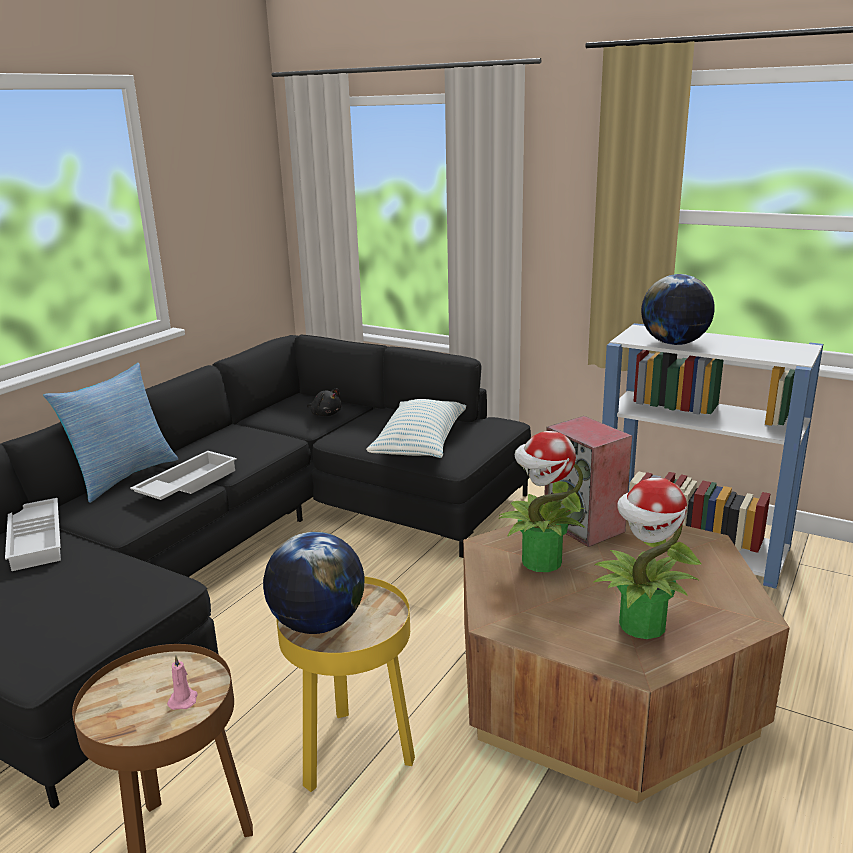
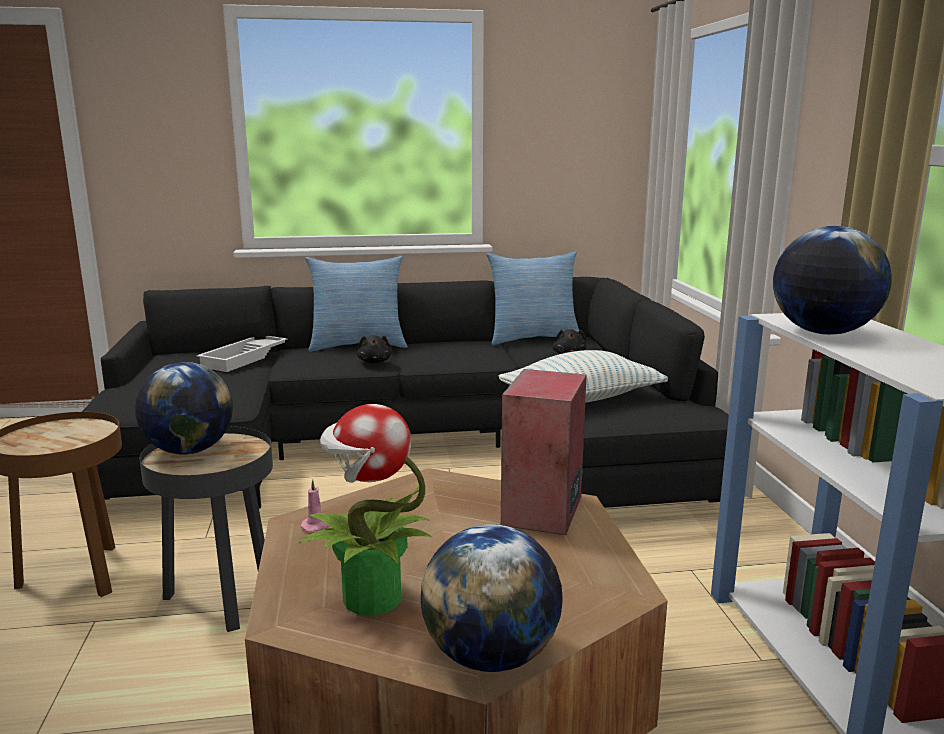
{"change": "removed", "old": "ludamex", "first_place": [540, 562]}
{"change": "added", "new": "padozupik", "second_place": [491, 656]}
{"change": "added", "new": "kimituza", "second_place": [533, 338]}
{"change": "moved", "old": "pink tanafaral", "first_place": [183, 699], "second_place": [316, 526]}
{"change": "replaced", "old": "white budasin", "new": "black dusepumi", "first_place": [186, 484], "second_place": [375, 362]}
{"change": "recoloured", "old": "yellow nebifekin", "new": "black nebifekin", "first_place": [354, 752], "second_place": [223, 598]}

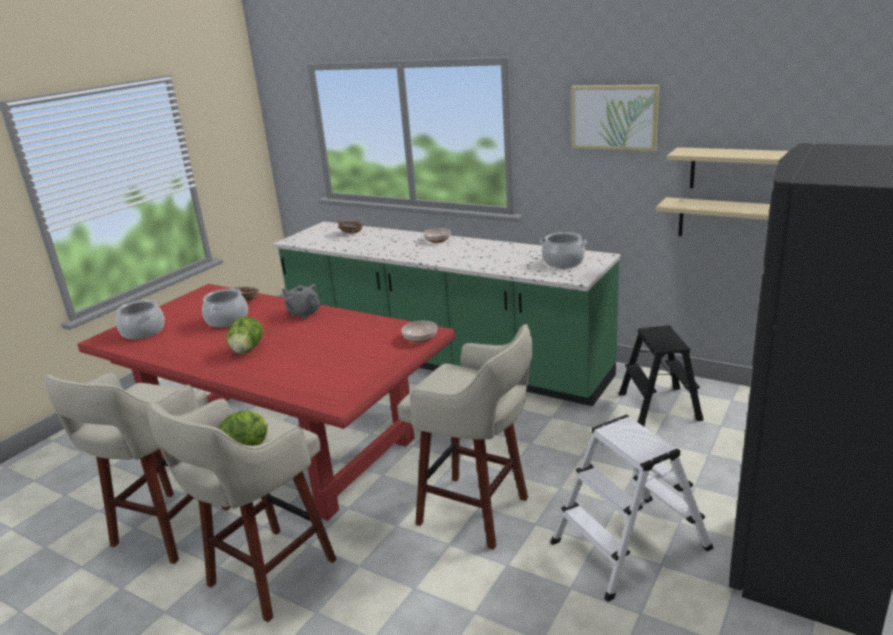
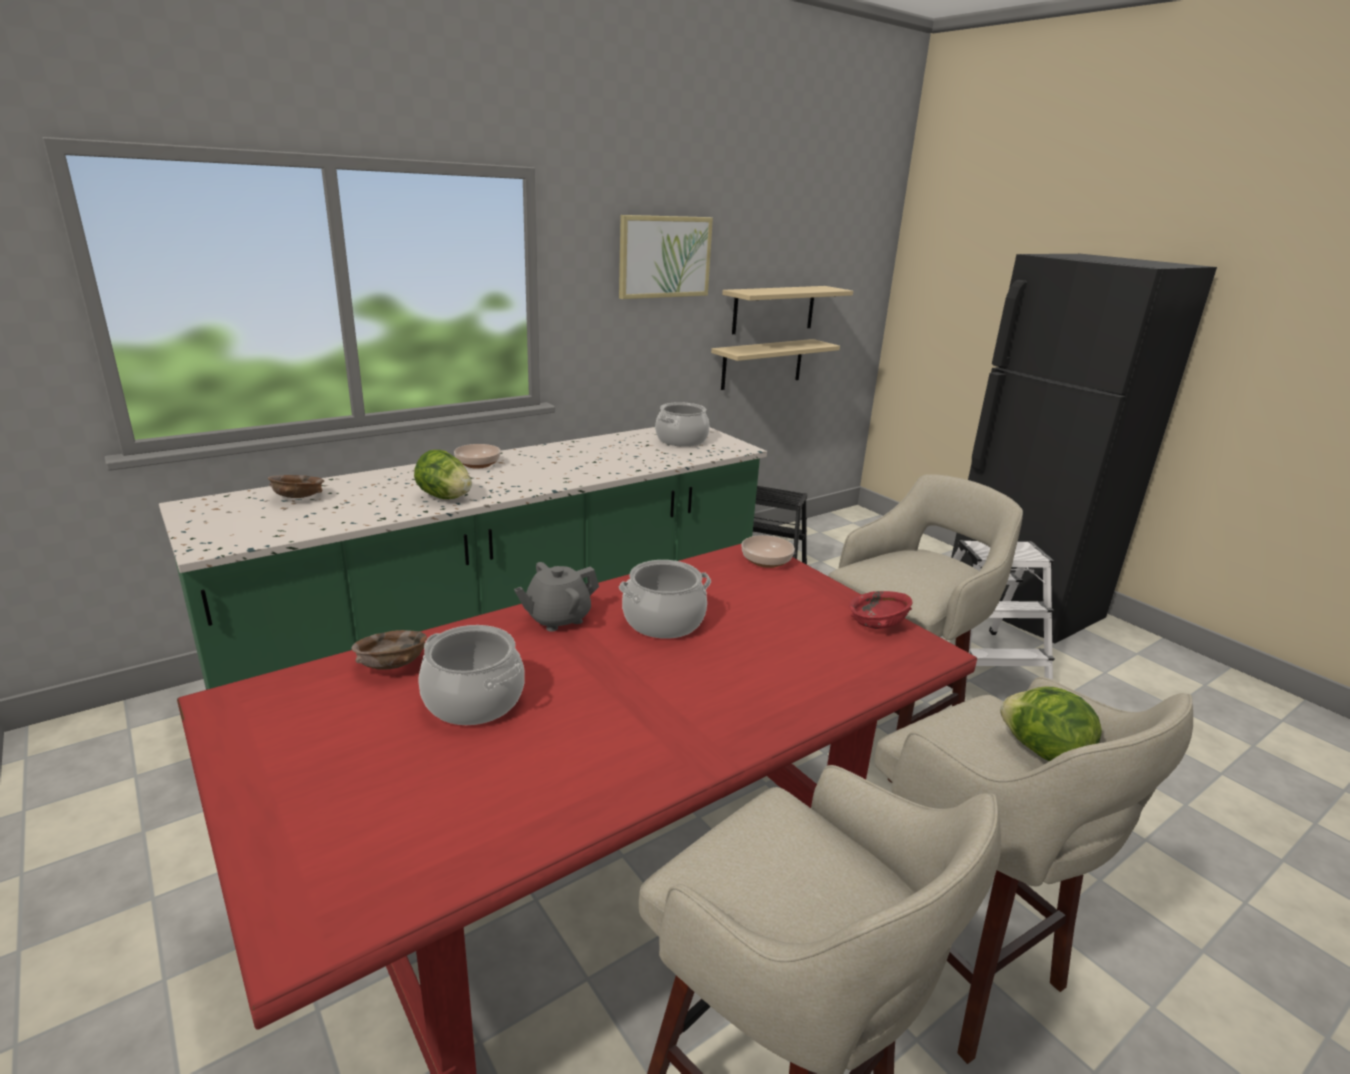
{"change": "added", "new": "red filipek", "second_place": [877, 623]}
{"change": "moved", "old": "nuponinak", "first_place": [143, 331], "second_place": [663, 621]}
{"change": "moved", "old": "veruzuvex", "first_place": [247, 350], "second_place": [444, 497]}

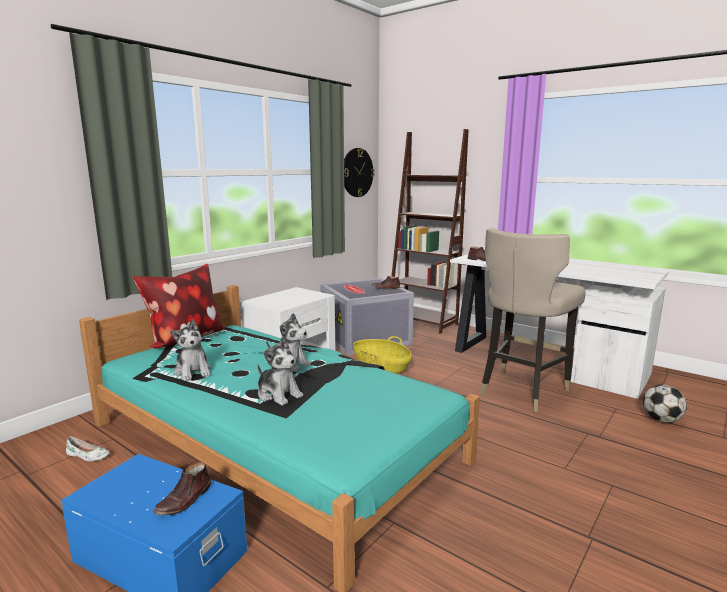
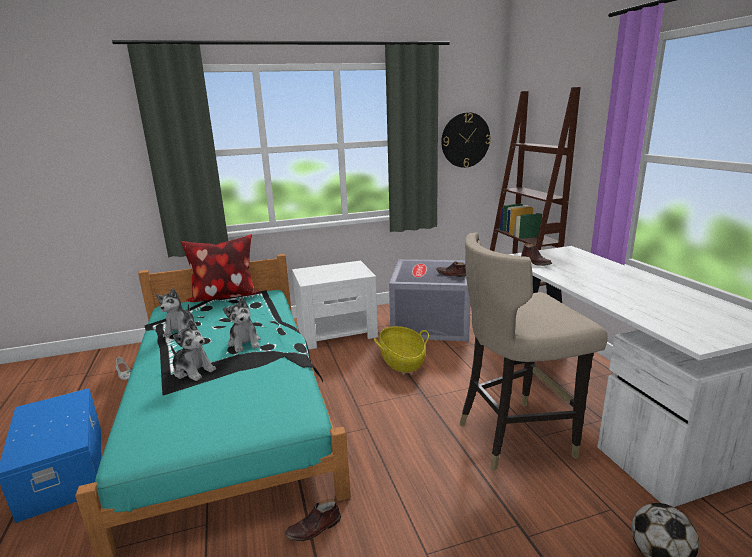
{"change": "moved", "old": "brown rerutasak", "first_place": [185, 500], "second_place": [314, 528]}
{"change": "turned", "old": "dusepumi", "first_place": [279, 394], "second_place": [193, 370], "degrees": -45}

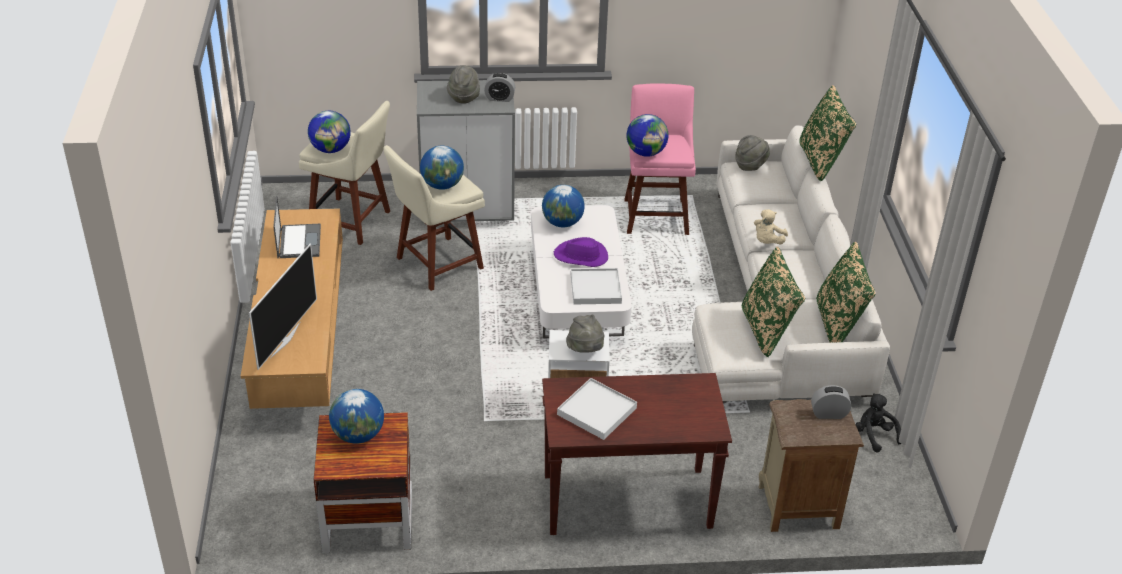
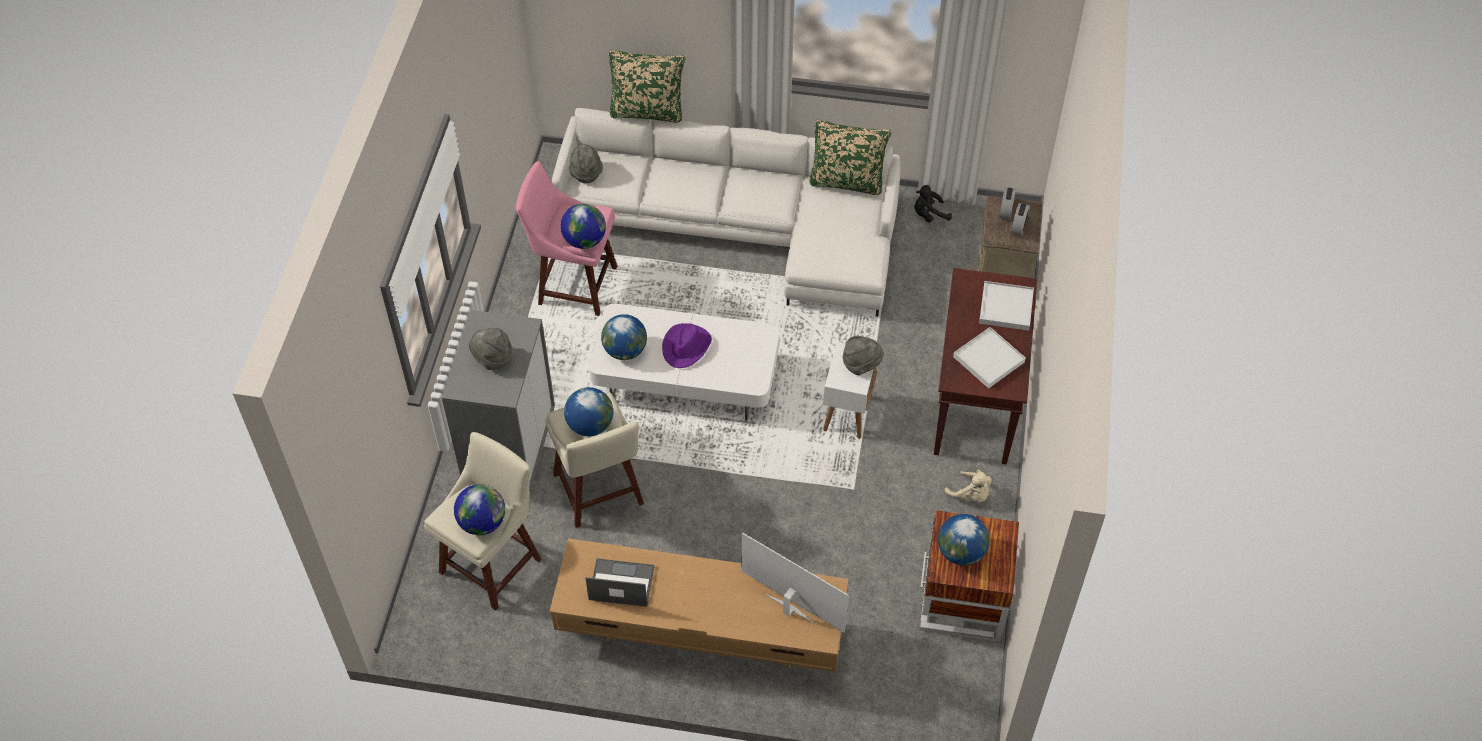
{"change": "removed", "old": "green kimituza", "first_place": [766, 333]}
{"change": "moved", "old": "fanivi", "first_place": [499, 98], "second_place": [1018, 227]}
{"change": "moved", "old": "white budasin", "first_place": [595, 289], "second_place": [1006, 308]}
{"change": "moved", "old": "beige dusepumi", "first_place": [767, 242], "second_place": [970, 495]}

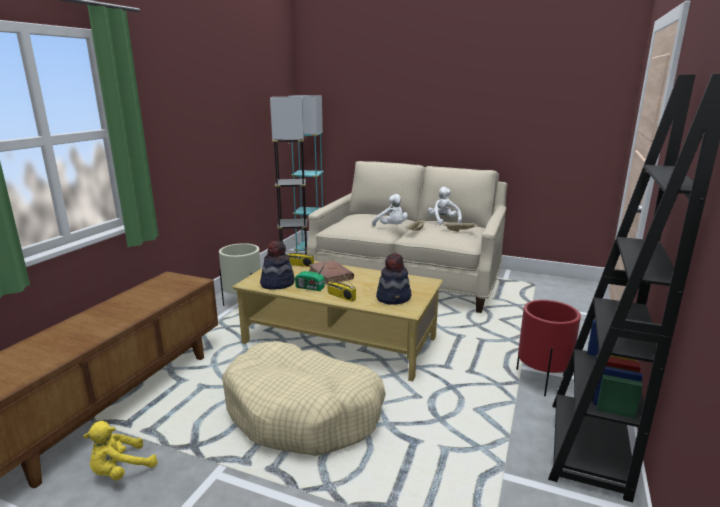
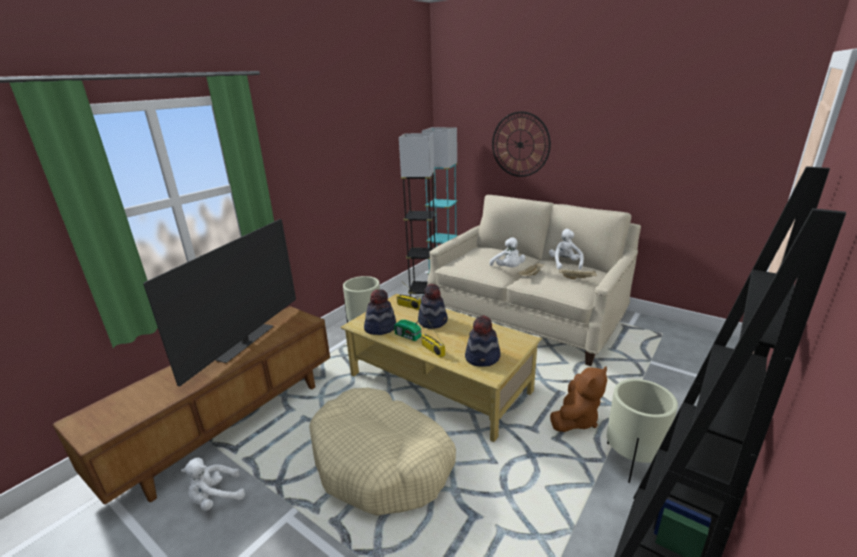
{"change": "added", "new": "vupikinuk", "second_place": [246, 343]}
{"change": "added", "new": "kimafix", "second_place": [520, 144]}
{"change": "added", "new": "brown dusepumi", "second_place": [575, 419]}
{"change": "replaced", "old": "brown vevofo", "new": "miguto", "first_place": [331, 275], "second_place": [433, 321]}
{"change": "recoloured", "old": "yellow dusepumi", "new": "white dusepumi", "first_place": [121, 471], "second_place": [216, 498]}
{"change": "recoloured", "old": "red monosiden", "new": "beige monosiden", "first_place": [541, 380], "second_place": [631, 461]}

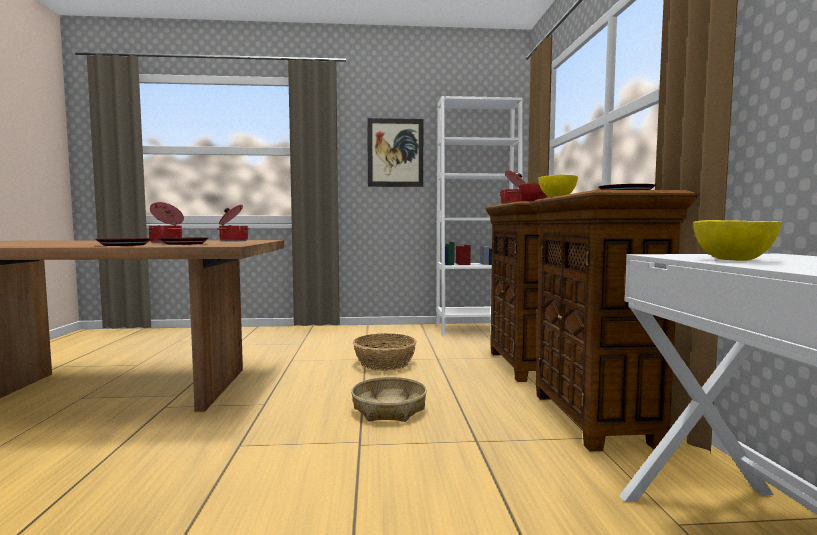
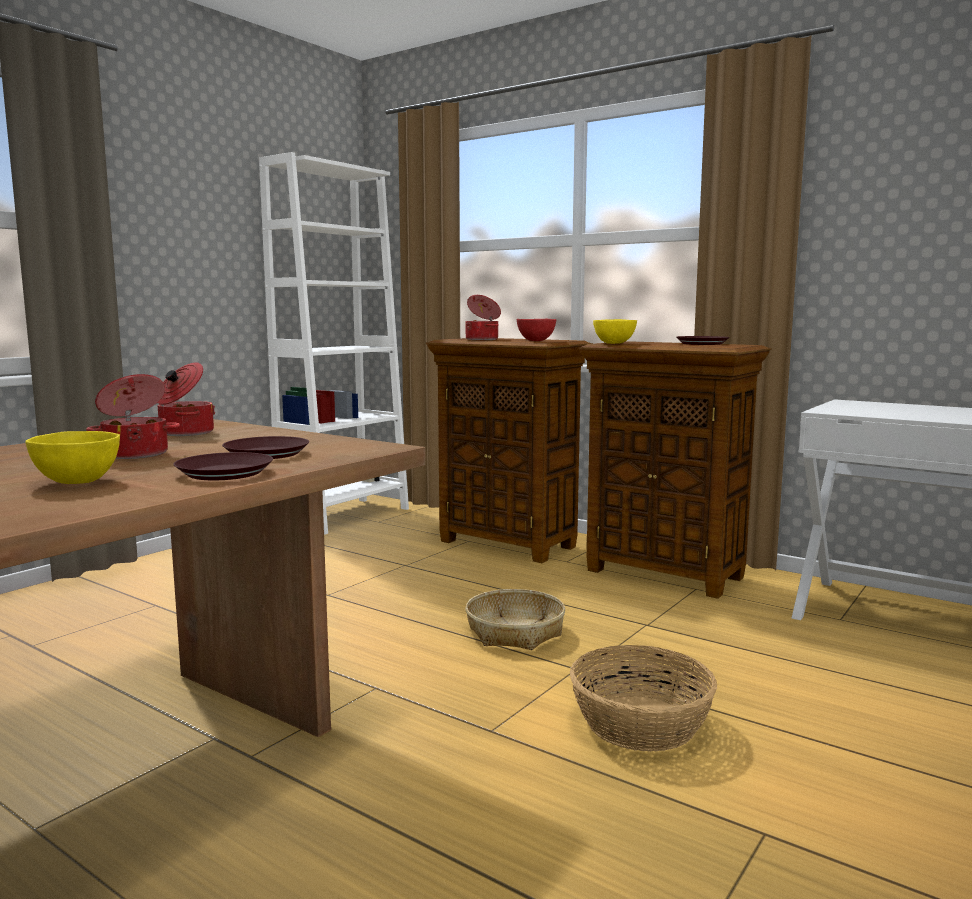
{"change": "removed", "old": "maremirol", "first_place": [395, 152]}
{"change": "moved", "old": "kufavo", "first_place": [384, 363], "second_place": [641, 723]}
{"change": "moved", "old": "yellow filipek", "first_place": [732, 260], "second_place": [77, 481]}

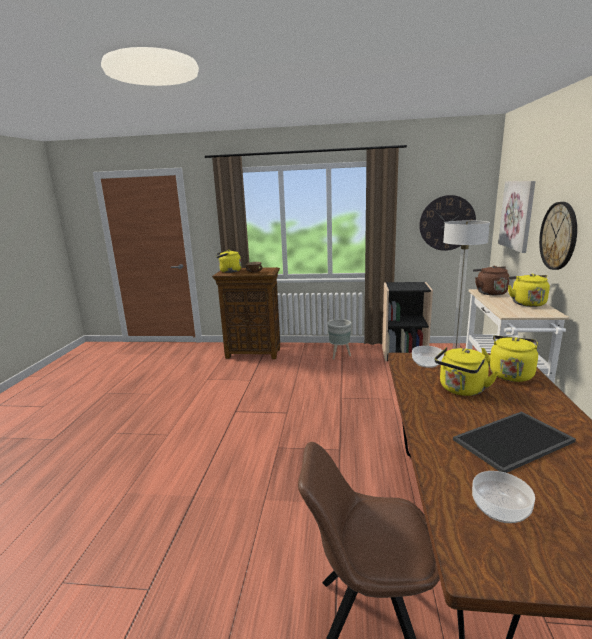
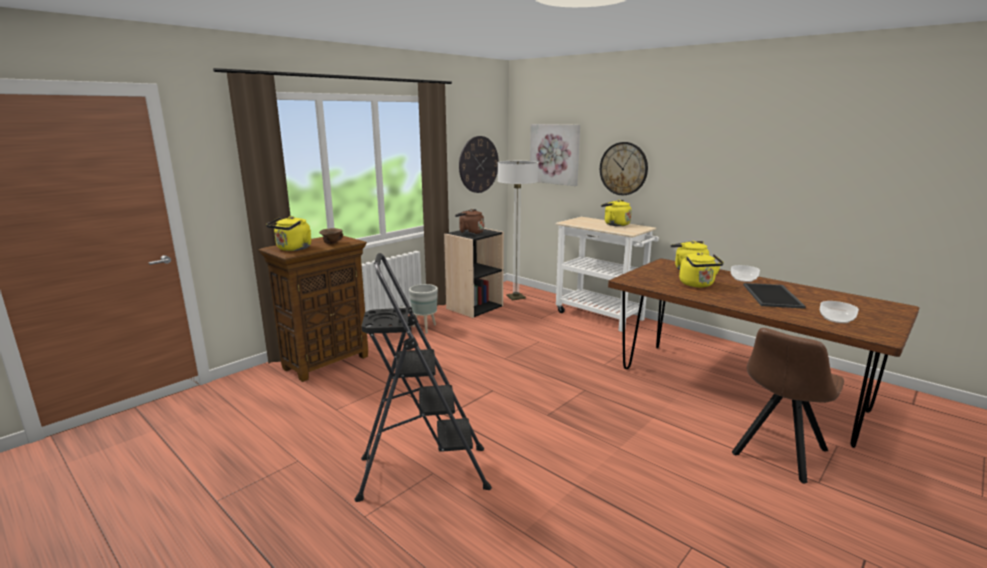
{"change": "added", "new": "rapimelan", "second_place": [421, 472]}
{"change": "moved", "old": "filipek", "first_place": [426, 363], "second_place": [743, 279]}
{"change": "moved", "old": "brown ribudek", "first_place": [489, 292], "second_place": [469, 233]}

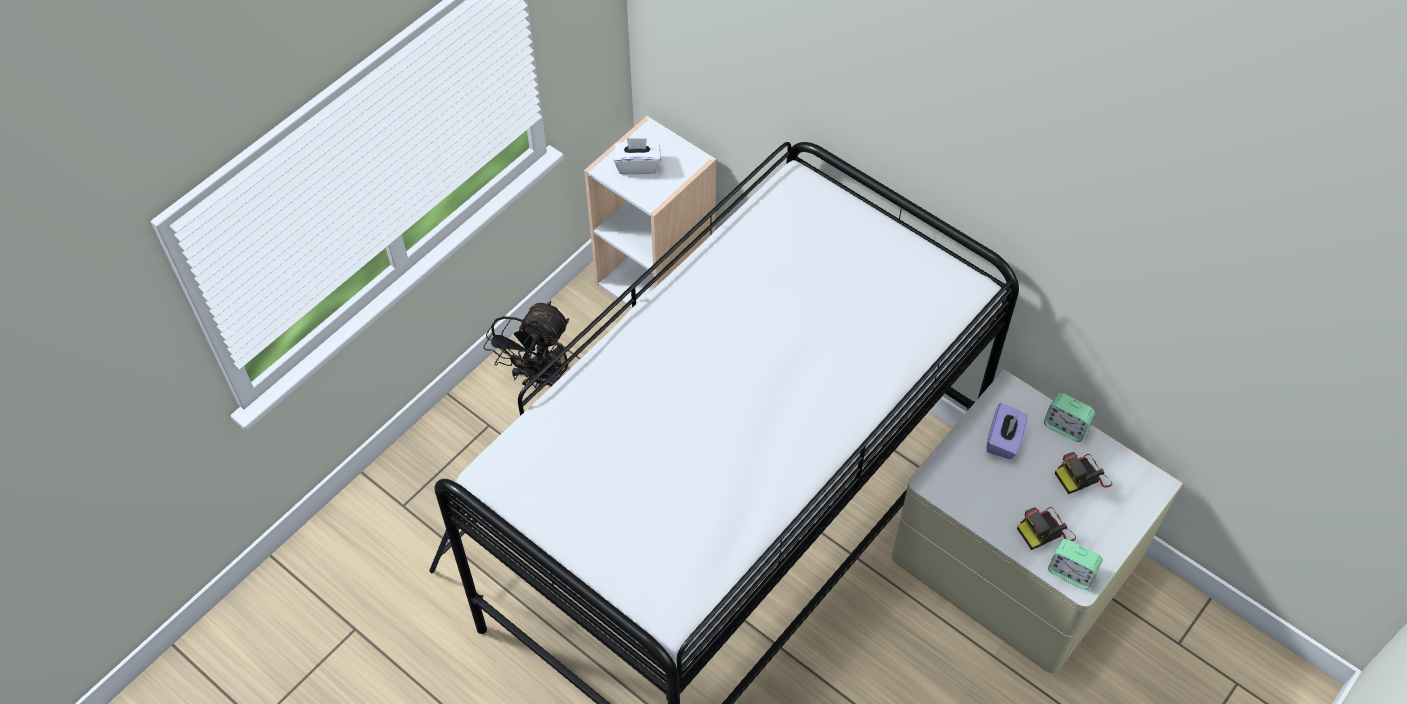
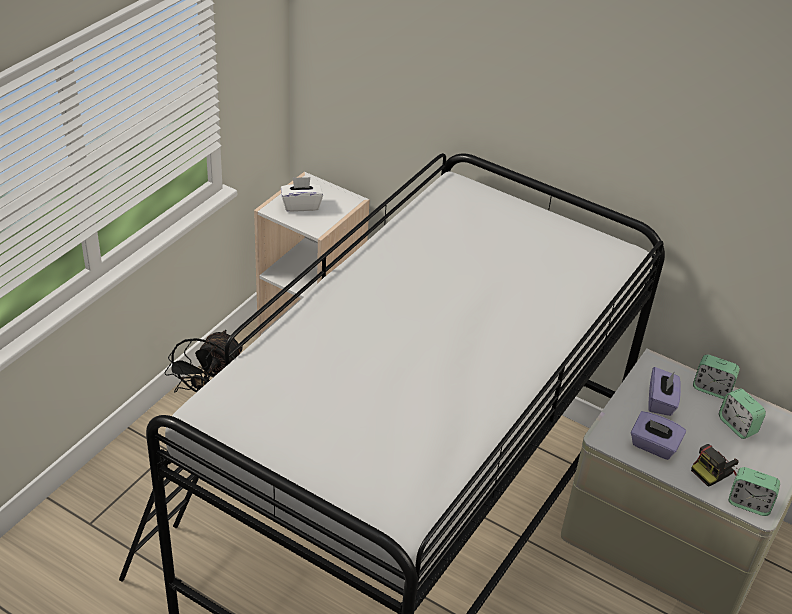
{"change": "added", "new": "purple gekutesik", "second_place": [653, 446]}
{"change": "replaced", "old": "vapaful", "new": "fanivi", "first_place": [1082, 476], "second_place": [737, 426]}

